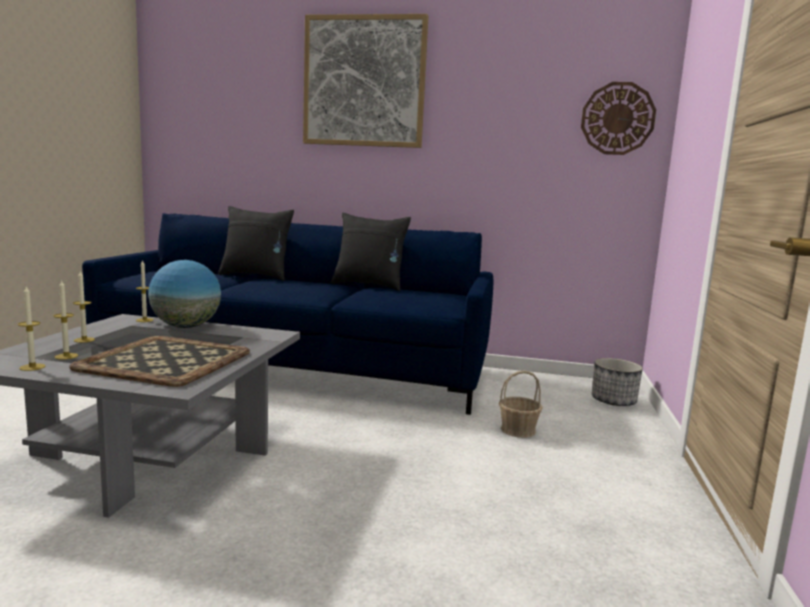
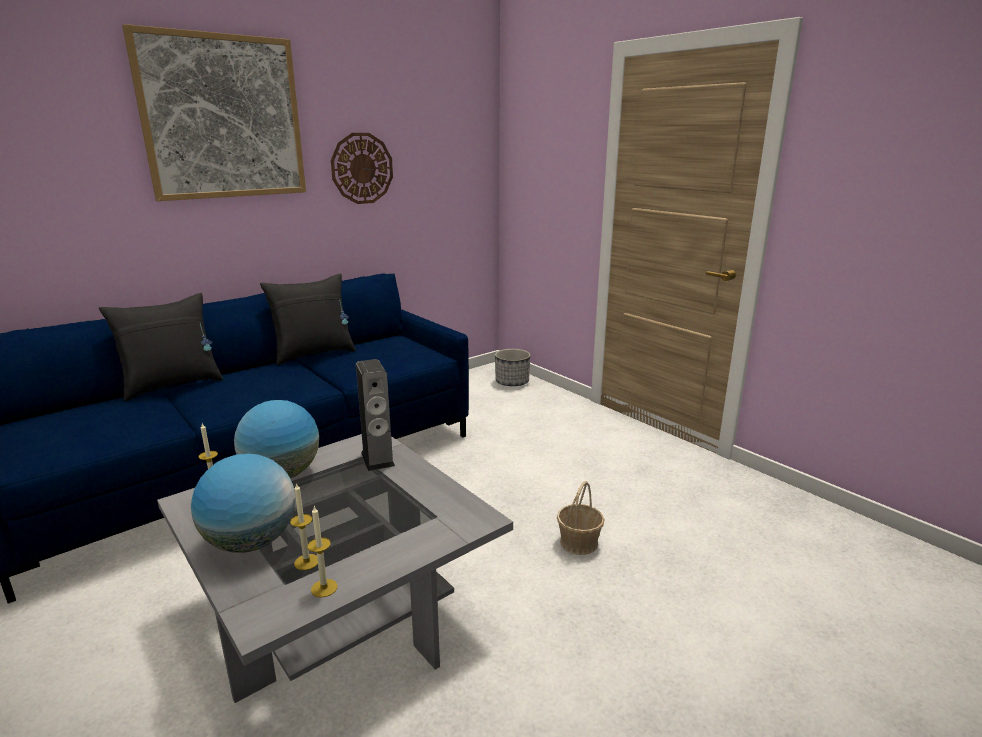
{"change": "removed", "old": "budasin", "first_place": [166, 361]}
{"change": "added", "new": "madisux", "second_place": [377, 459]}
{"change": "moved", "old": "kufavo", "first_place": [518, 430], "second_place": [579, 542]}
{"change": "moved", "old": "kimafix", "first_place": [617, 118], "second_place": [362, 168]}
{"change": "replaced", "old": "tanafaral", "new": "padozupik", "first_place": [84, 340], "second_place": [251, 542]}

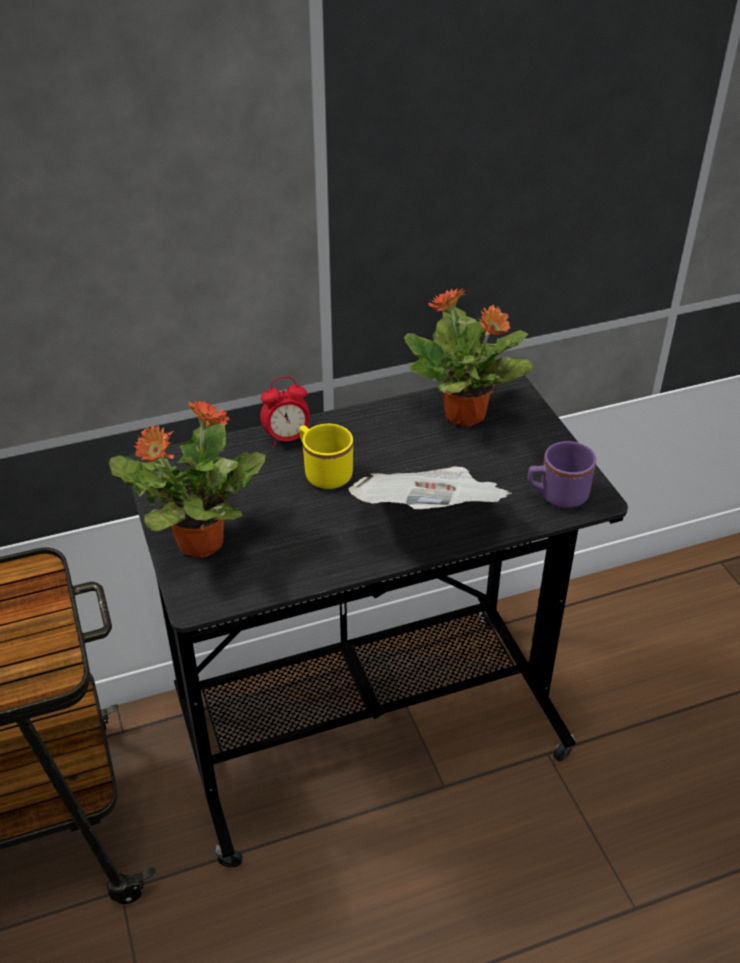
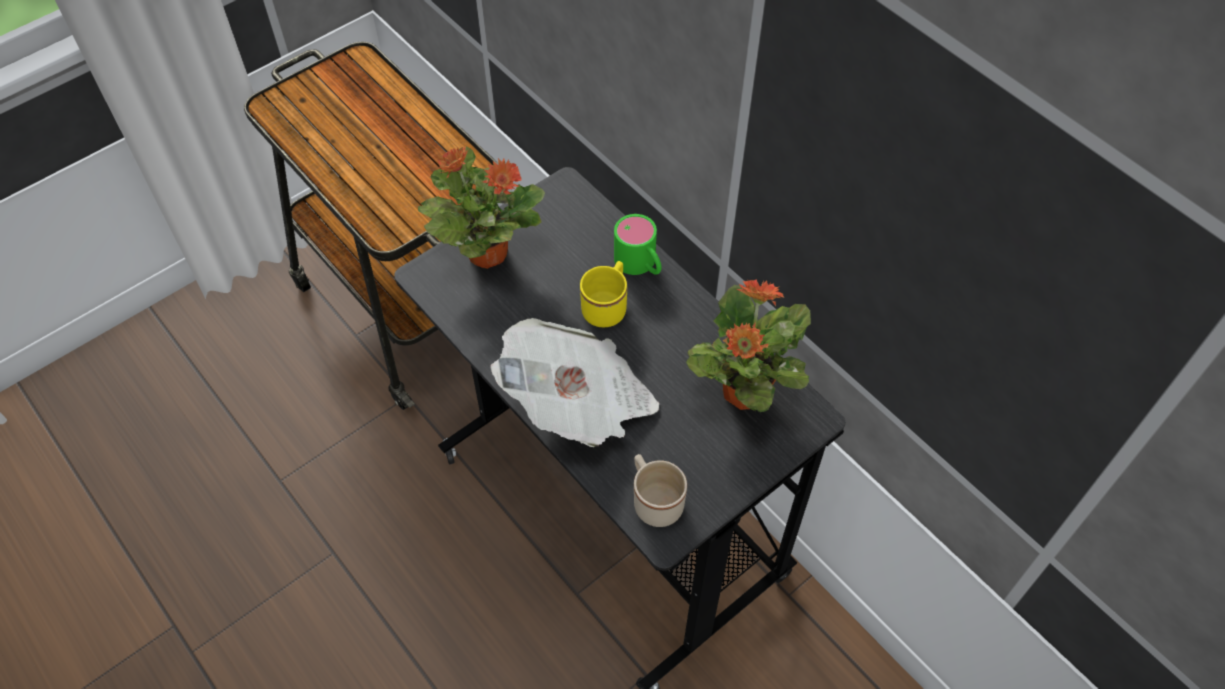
{"change": "replaced", "old": "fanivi", "new": "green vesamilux", "first_place": [287, 439], "second_place": [640, 265]}
{"change": "recoloured", "old": "purple vesamilux", "new": "beige vesamilux", "first_place": [556, 495], "second_place": [654, 500]}

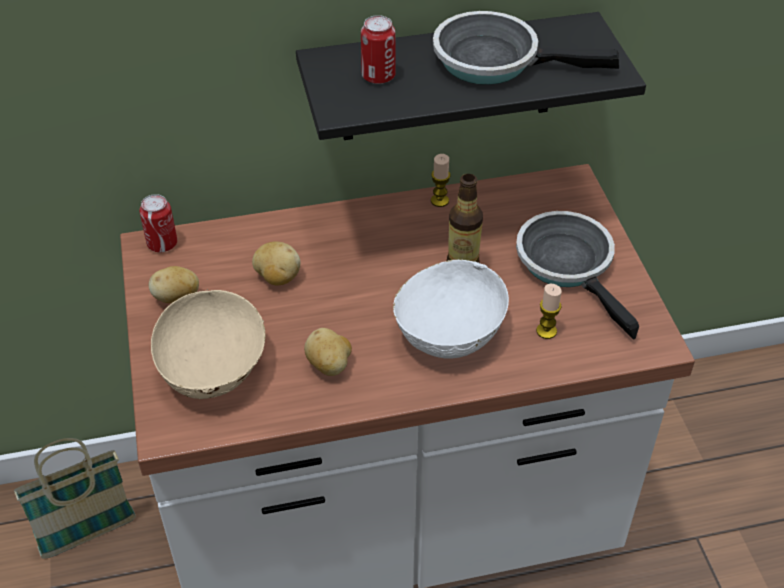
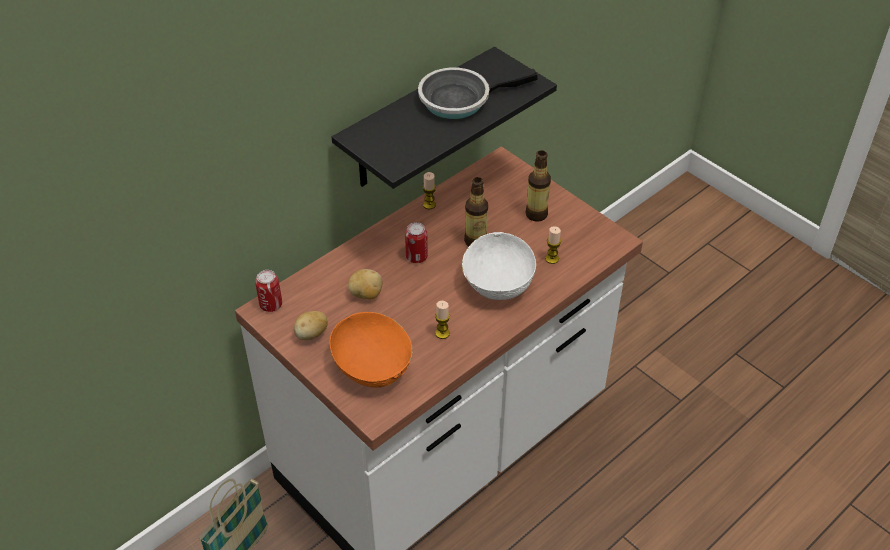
{"change": "moved", "old": "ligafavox", "first_place": [378, 76], "second_place": [416, 257]}
{"change": "replaced", "old": "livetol", "new": "tanafaral", "first_place": [329, 365], "second_place": [442, 333]}
{"change": "replaced", "old": "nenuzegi", "new": "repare", "first_place": [569, 265], "second_place": [536, 214]}
{"change": "recoloured", "old": "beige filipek", "new": "orange filipek", "first_place": [214, 369], "second_place": [373, 367]}

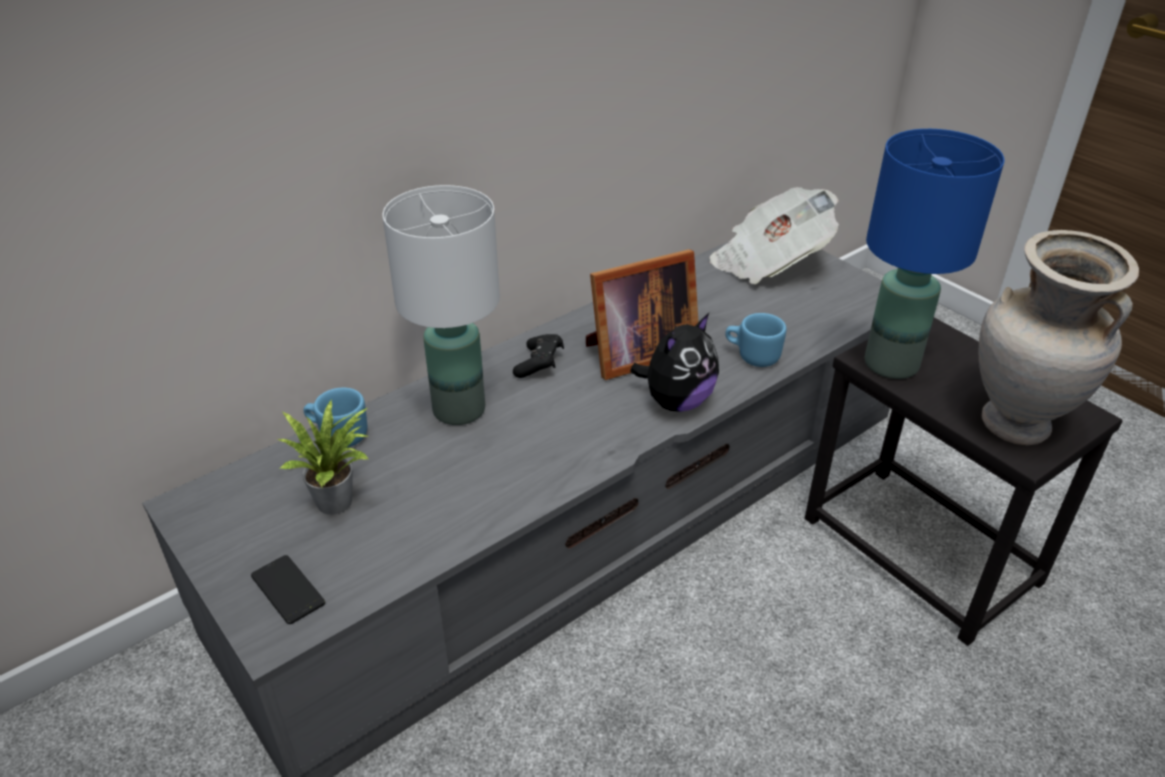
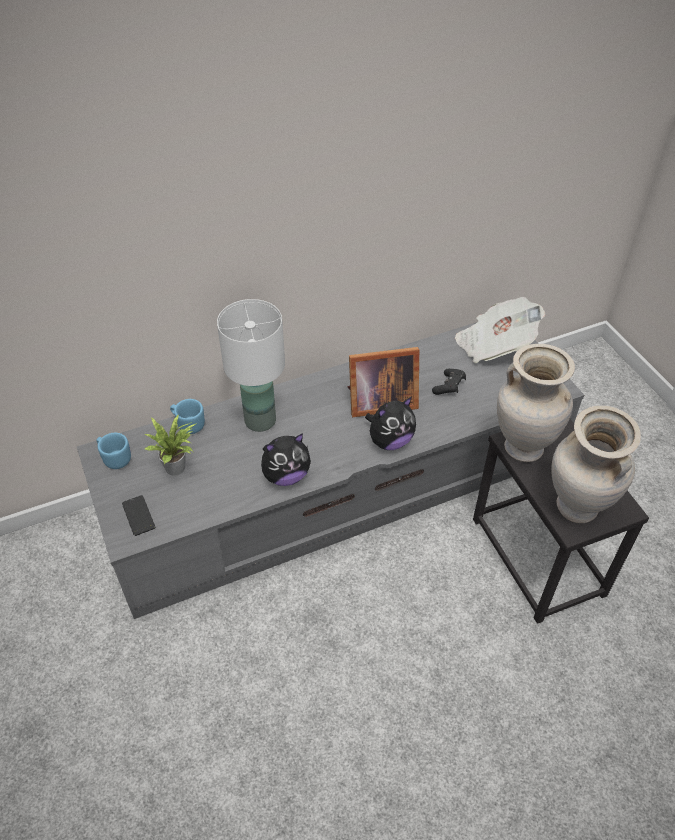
{"change": "added", "new": "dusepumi", "second_place": [286, 475]}
{"change": "moved", "old": "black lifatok", "first_place": [539, 365], "second_place": [449, 387]}
{"change": "moved", "old": "blue vesamilux", "first_place": [752, 356], "second_place": [115, 458]}
{"change": "replaced", "old": "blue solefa", "new": "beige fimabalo", "first_place": [892, 363], "second_place": [523, 447]}

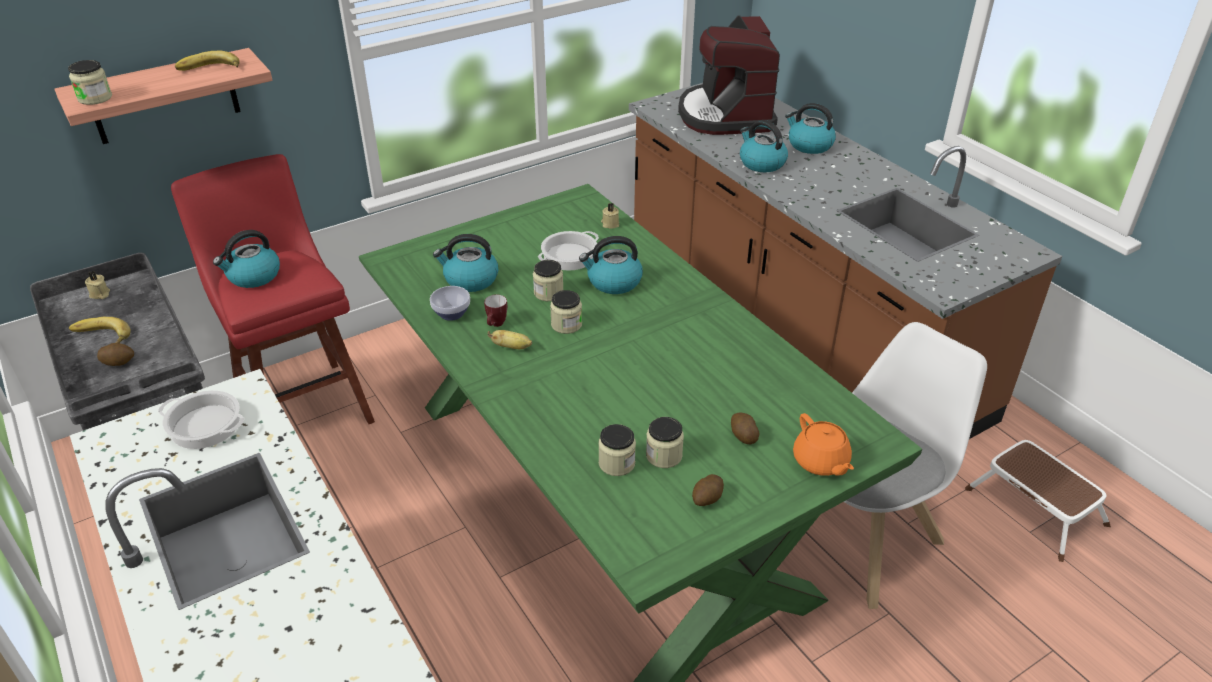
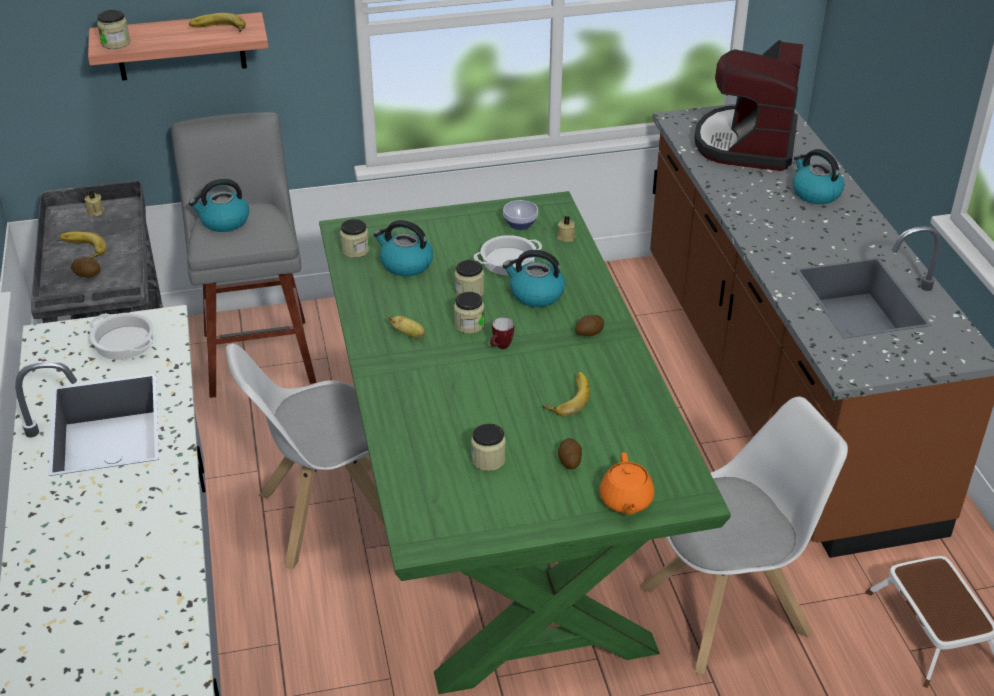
{"change": "removed", "old": "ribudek", "first_place": [761, 163]}
{"change": "added", "new": "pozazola", "second_place": [325, 516]}
{"change": "added", "new": "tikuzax", "second_place": [567, 397]}
{"change": "moved", "old": "filipek", "first_place": [451, 314], "second_place": [520, 225]}
{"change": "moved", "old": "vesamilux", "first_place": [496, 325], "second_place": [501, 347]}
{"change": "moved", "old": "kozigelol", "first_place": [616, 463], "second_place": [355, 250]}
{"change": "moved", "old": "livetol", "first_place": [707, 499], "second_place": [589, 333]}
{"change": "recoloured", "old": "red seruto", "new": "grey seruto", "first_place": [304, 407], "second_place": [259, 354]}

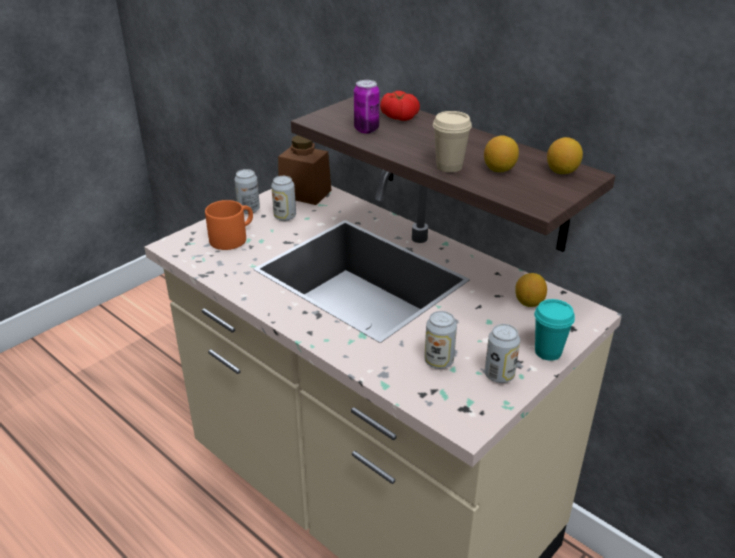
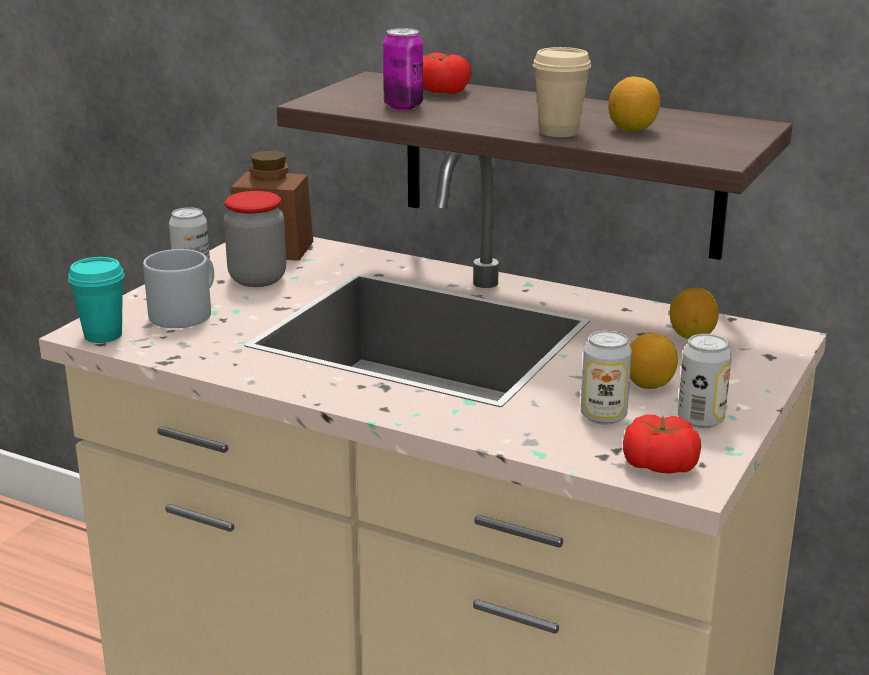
{"change": "added", "new": "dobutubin", "second_place": [660, 464]}
{"change": "moved", "old": "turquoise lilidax", "first_place": [548, 352], "second_place": [103, 335]}
{"change": "moved", "old": "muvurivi", "first_place": [562, 171], "second_place": [649, 384]}
{"change": "replaced", "old": "ligafavox", "new": "kozigelol", "first_place": [285, 217], "second_place": [257, 279]}
{"change": "recoloured", "old": "orange vesamilux", "new": "grey vesamilux", "first_place": [232, 237], "second_place": [186, 312]}

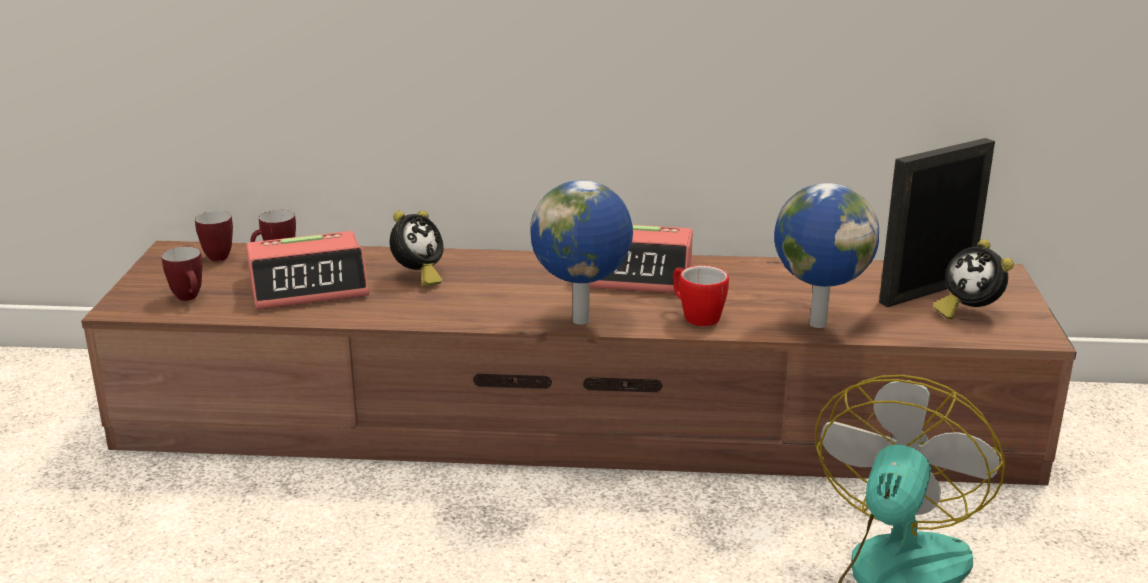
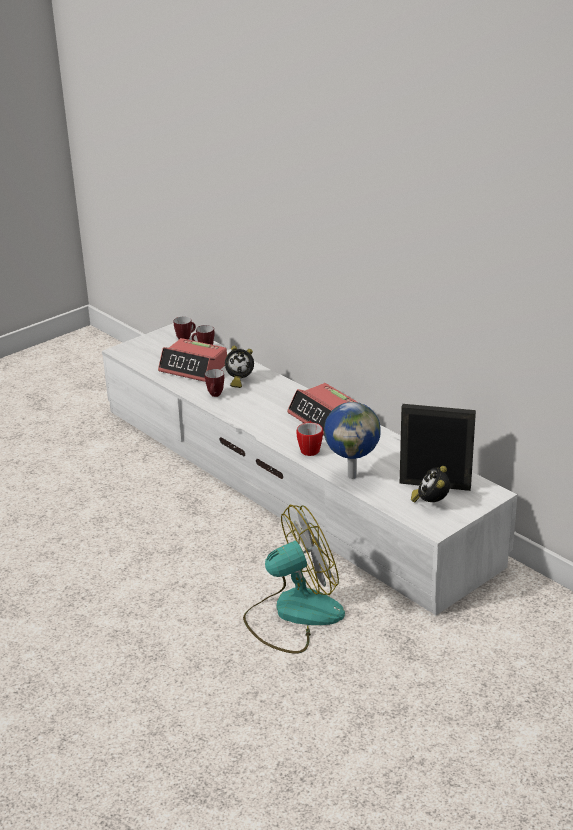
{"change": "removed", "old": "padozupik", "first_place": [583, 321]}
{"change": "moved", "old": "vesamilux", "first_place": [190, 298], "second_place": [215, 396]}
{"change": "recoloured", "old": "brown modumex", "new": "white modumex", "first_place": [574, 415], "second_place": [289, 479]}

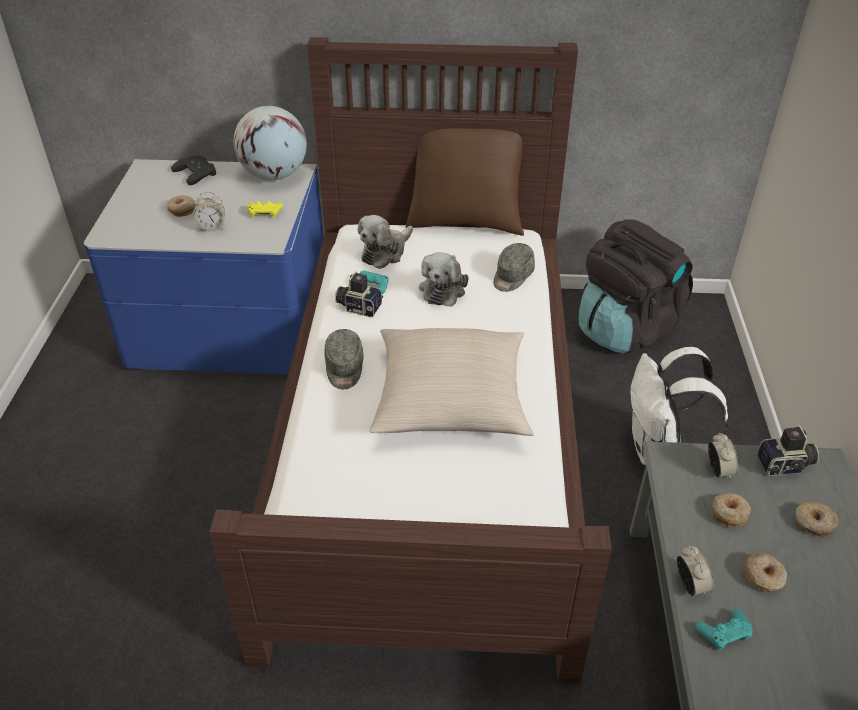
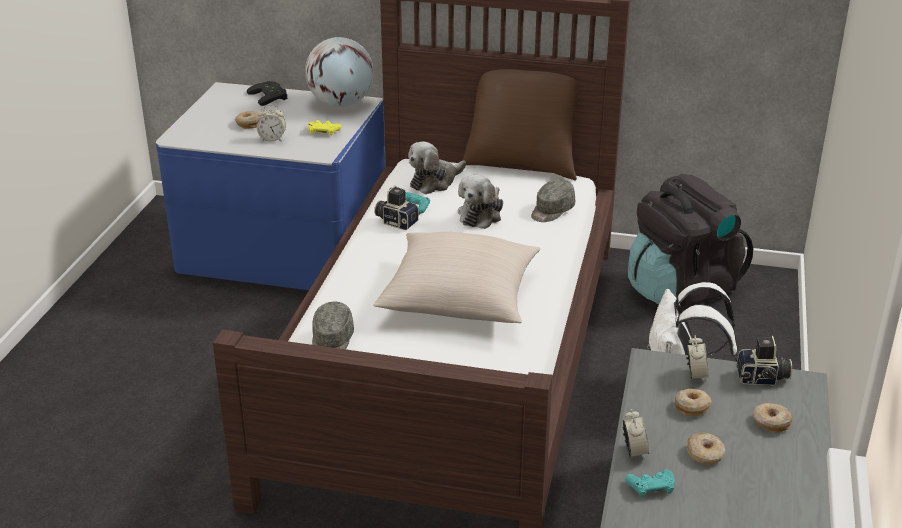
{"change": "moved", "old": "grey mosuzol", "first_place": [344, 368], "second_place": [332, 342]}

